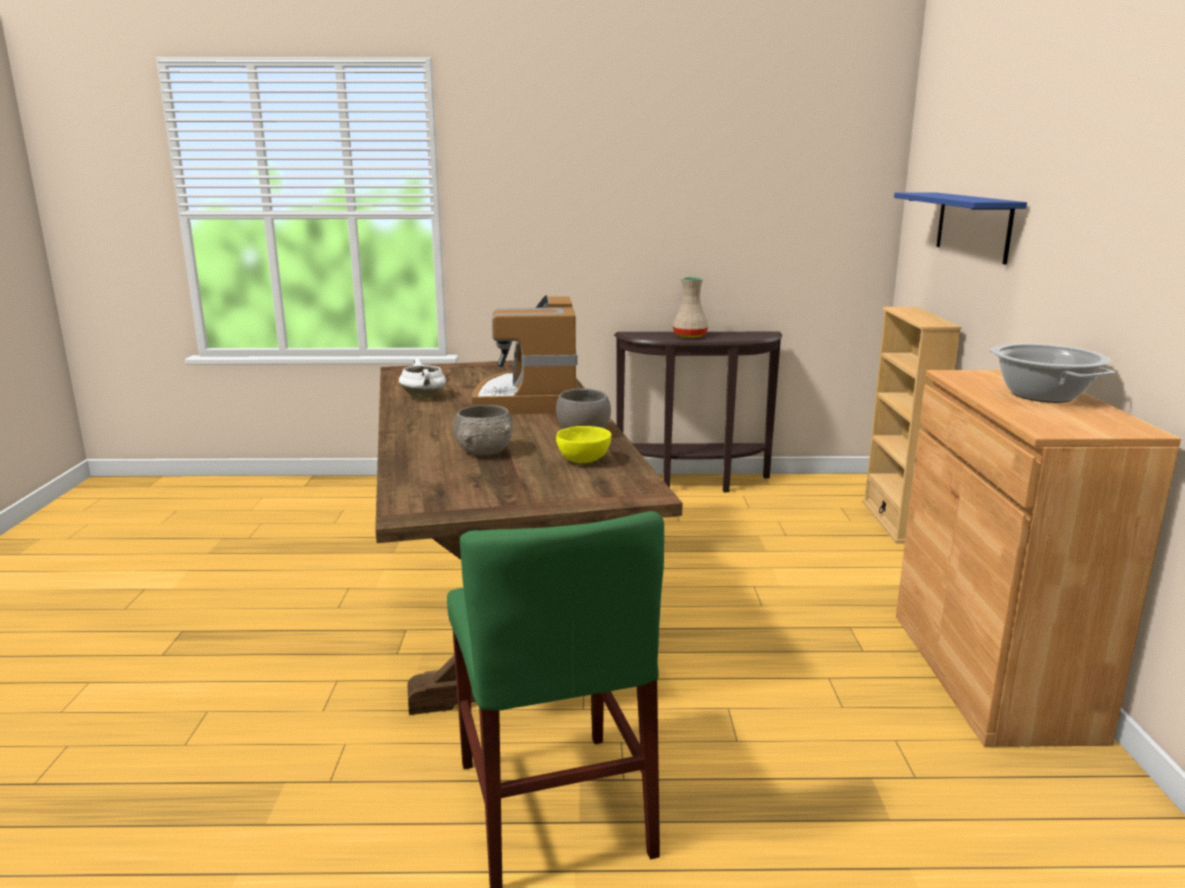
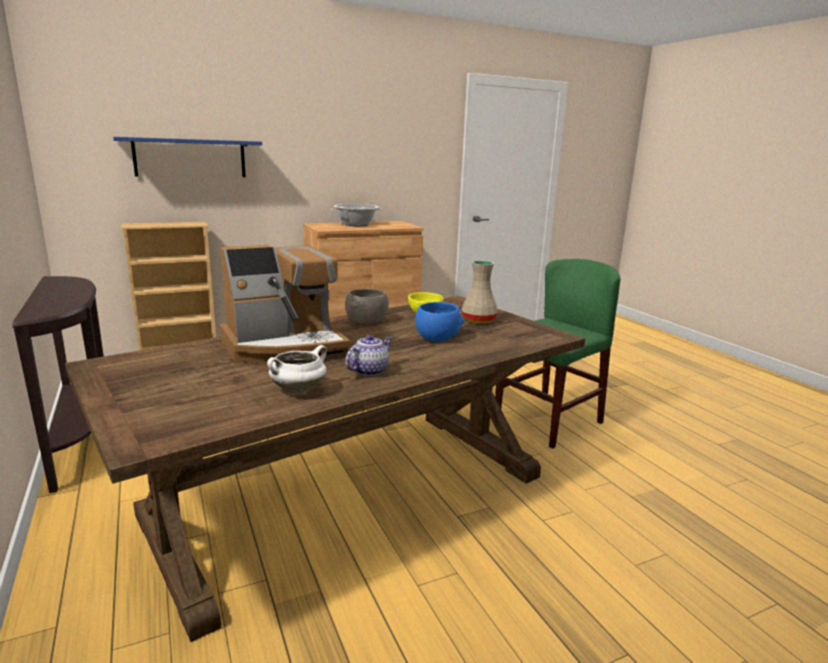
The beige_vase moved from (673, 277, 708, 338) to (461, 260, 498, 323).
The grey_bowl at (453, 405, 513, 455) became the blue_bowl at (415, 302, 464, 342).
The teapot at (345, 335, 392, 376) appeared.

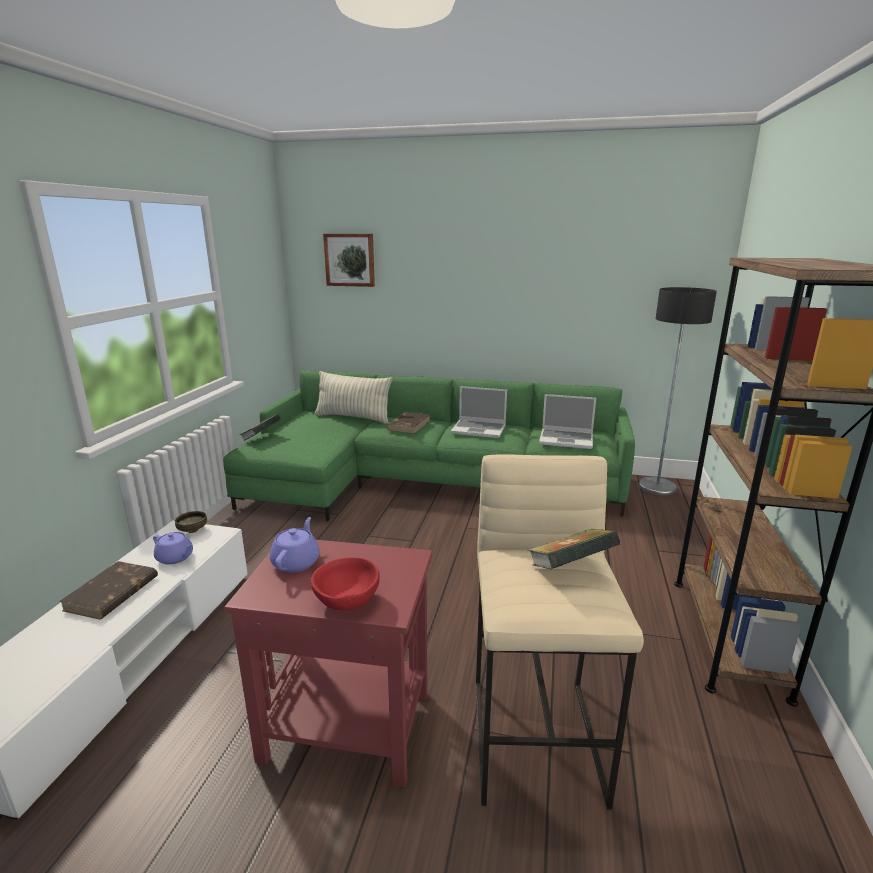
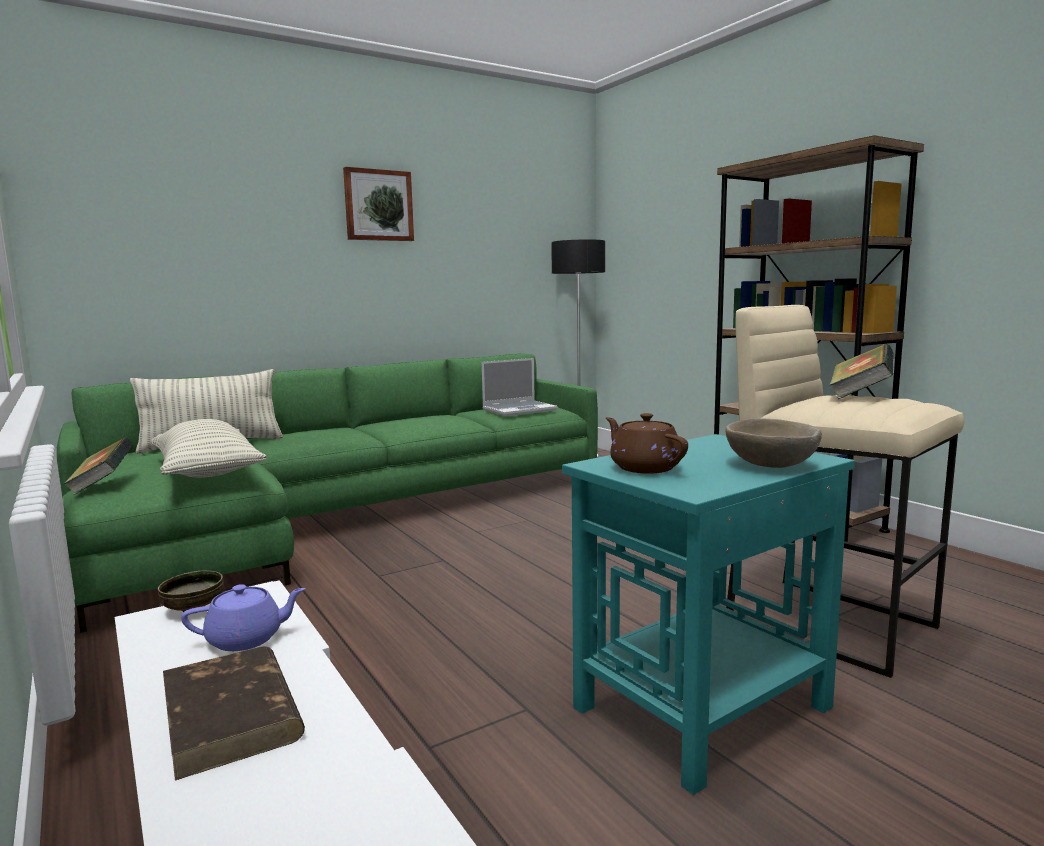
The picture moved from (323, 234, 375, 287) to (343, 167, 414, 241).
The laptop at (451, 386, 507, 438) disappeared.
The brown_book at (386, 412, 430, 434) disappeared.
The purple_teapot at (270, 517, 320, 572) became the brown_teapot at (606, 413, 688, 474).
The red_side_table at (224, 540, 432, 788) became the turquoise_side_table at (562, 434, 855, 795).
The red_bowl at (311, 557, 380, 610) became the beige_bowl at (726, 418, 822, 468).
The pillow at (151, 419, 267, 478) appeared.

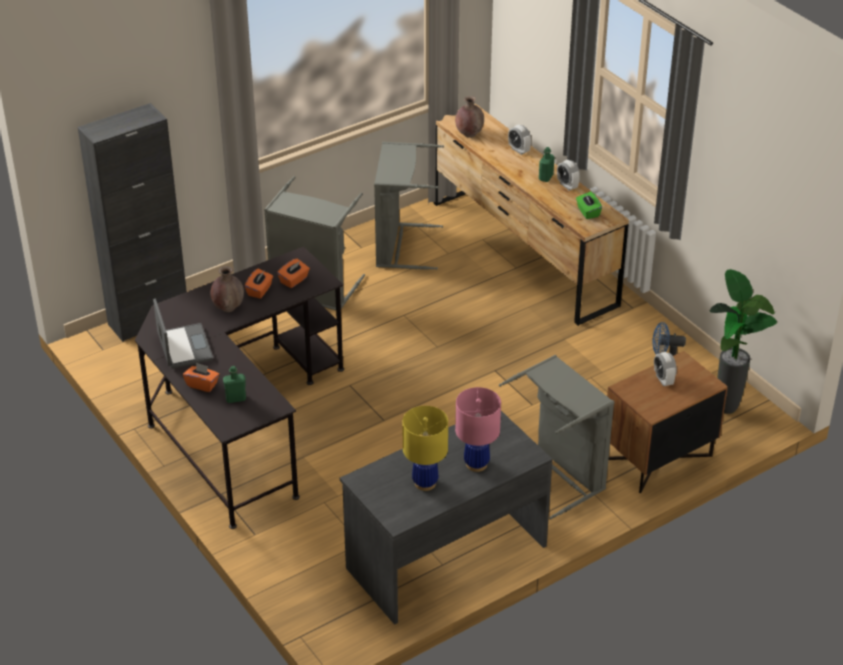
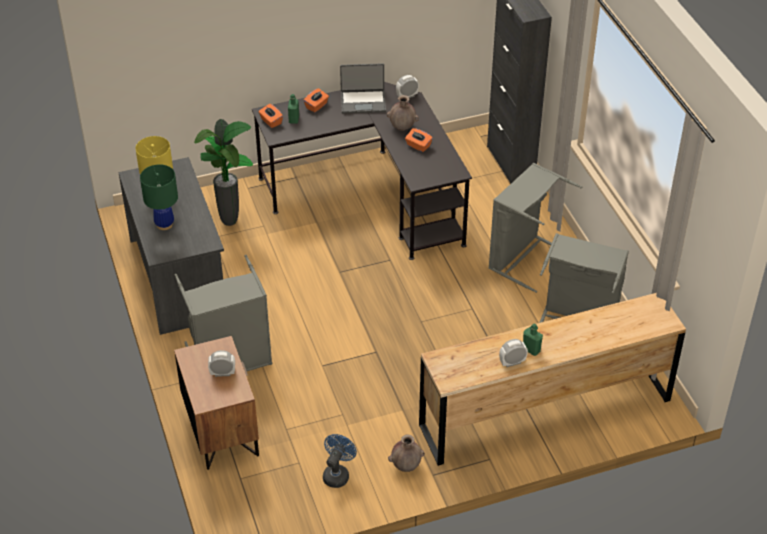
The brown_vase moved from (455, 96, 484, 138) to (388, 434, 425, 472).
The alarm_clock moved from (508, 125, 531, 155) to (396, 75, 419, 98).
The green_tissue_box at (576, 191, 602, 219) disappeared.
The orange_tissue_box moved from (277, 259, 309, 288) to (259, 104, 283, 128).
The potted_plant moved from (710, 269, 777, 414) to (194, 119, 253, 226).
The pink_table_lamp at (455, 387, 501, 472) became the green_table_lamp at (140, 164, 178, 230).

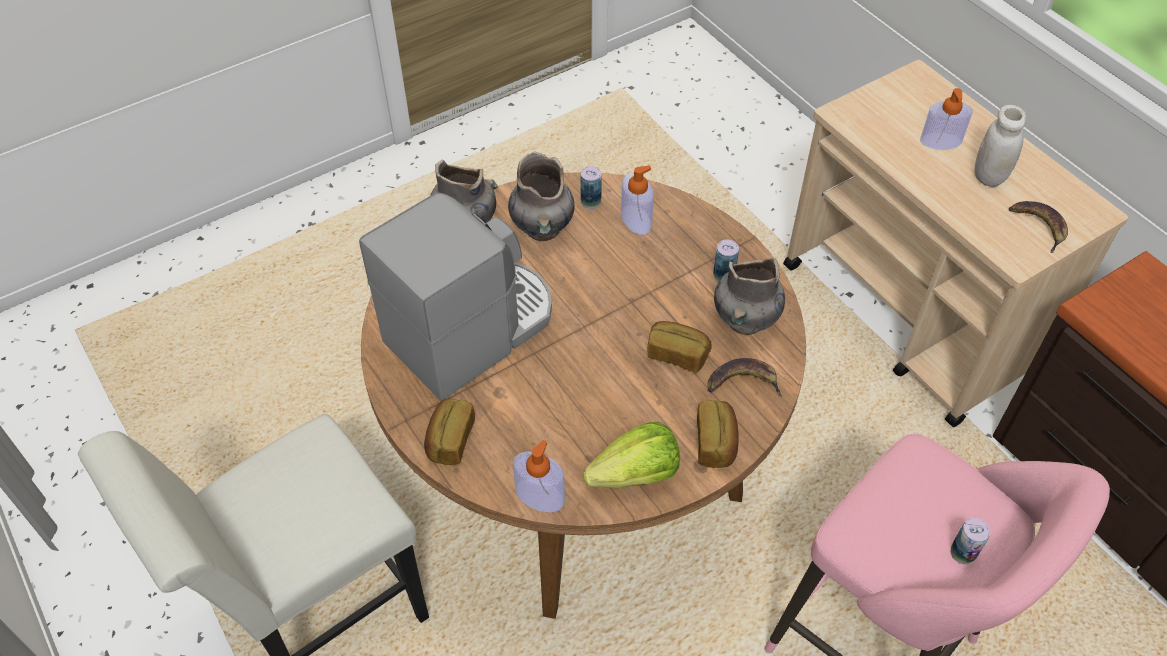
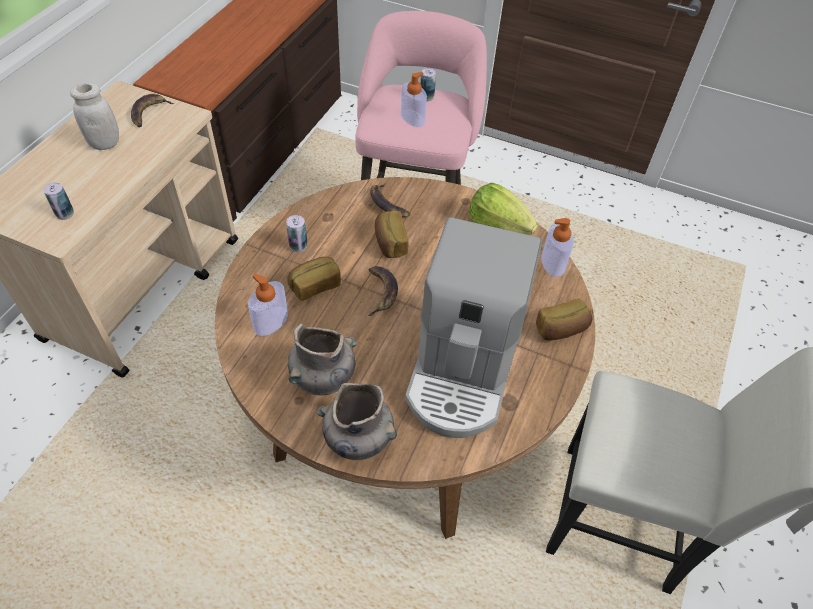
The soap_dispenser moved from (920, 88, 973, 150) to (401, 72, 427, 127).
The can moved from (580, 166, 602, 209) to (43, 182, 74, 220).
The coffee_machine at (359, 193, 552, 400) turned 90 degrees counterclockwise.
The grey_vase at (714, 258, 785, 335) disappeared.
The bread moved from (697, 400, 739, 468) to (287, 257, 341, 301).
The banana at (368, 266, 398, 316) appeared.

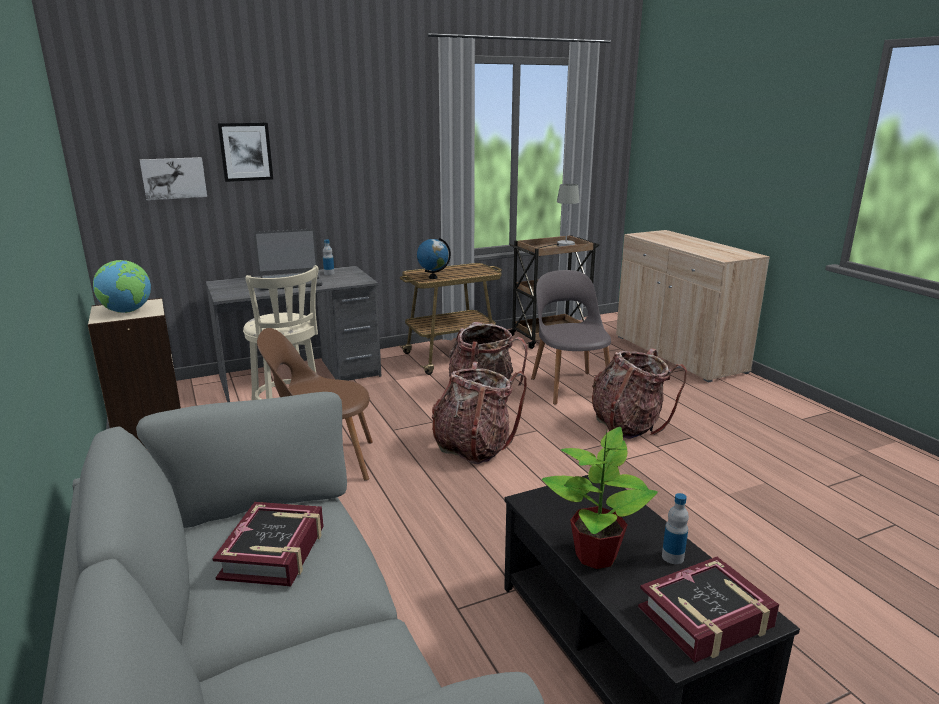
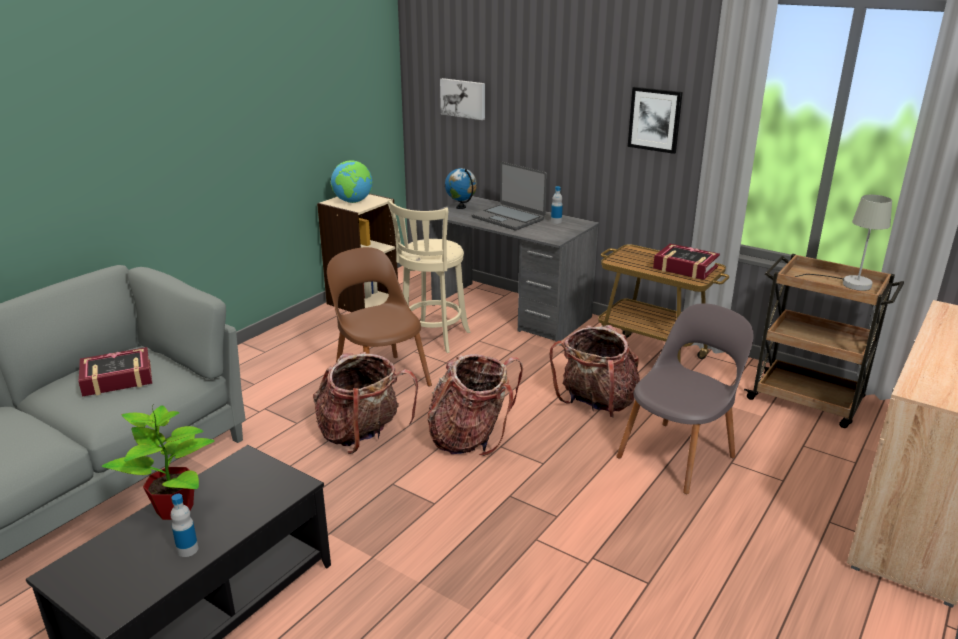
The picture moved from (218, 123, 273, 182) to (628, 87, 683, 154).
The globe moved from (417, 238, 451, 279) to (445, 168, 477, 209).
The backpack moved from (592, 348, 687, 439) to (313, 352, 418, 454).
The book moved from (638, 557, 779, 663) to (653, 244, 720, 280).

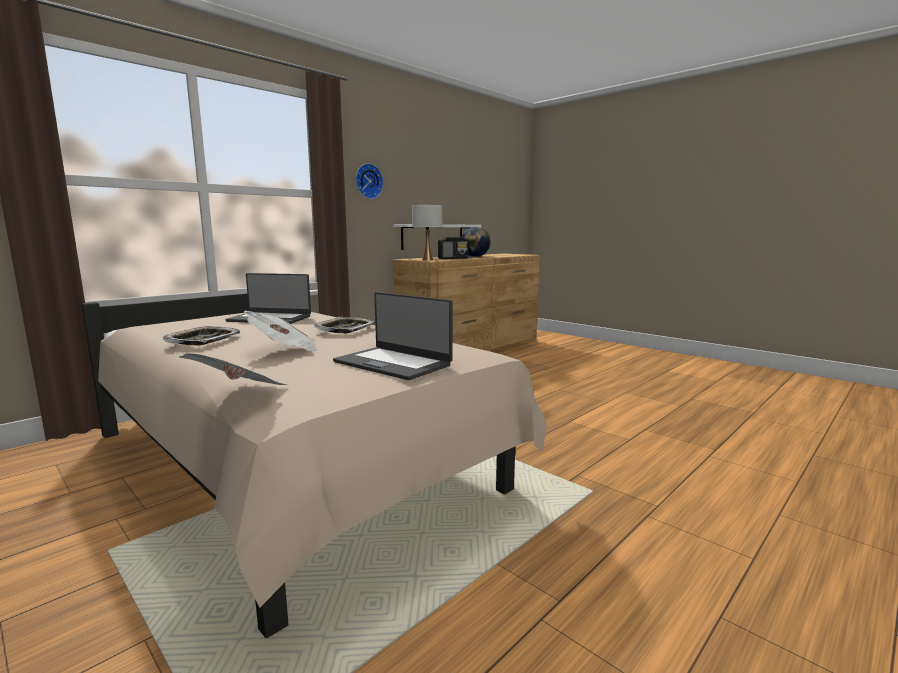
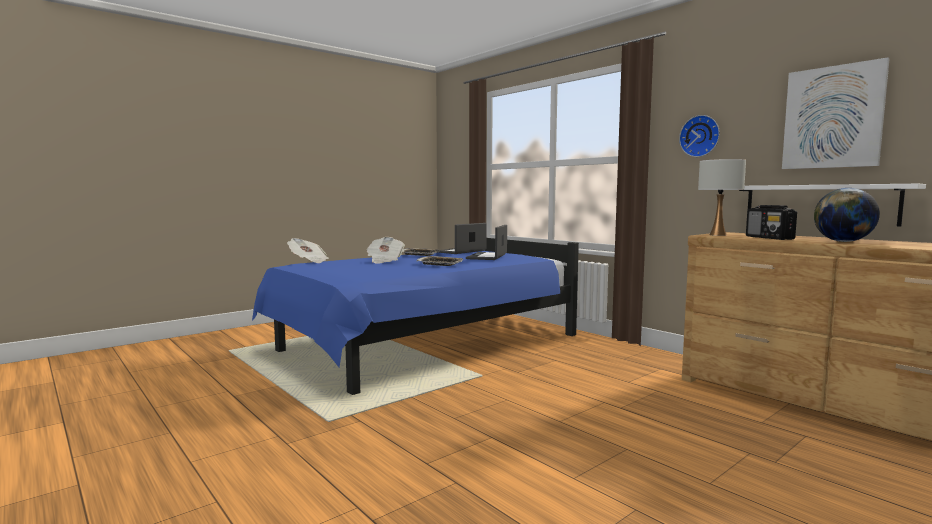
The laptop moved from (333, 292, 453, 380) to (438, 223, 487, 254).
The beige_bed at (81, 293, 547, 638) became the blue_bed at (252, 238, 579, 395).
The picture at (782, 57, 890, 169) appeared.

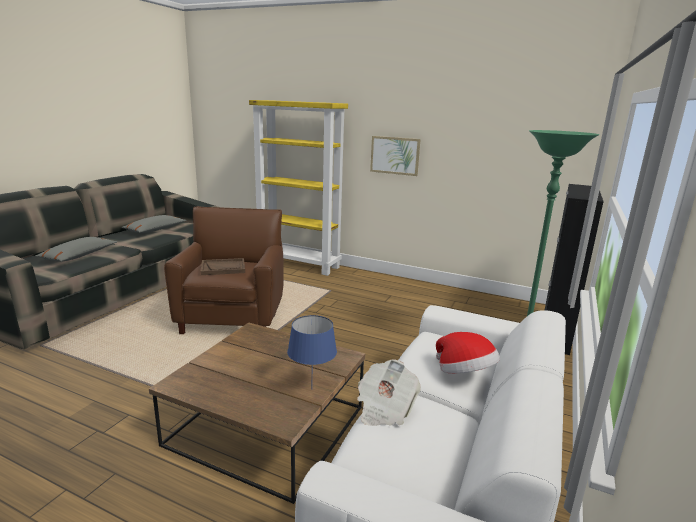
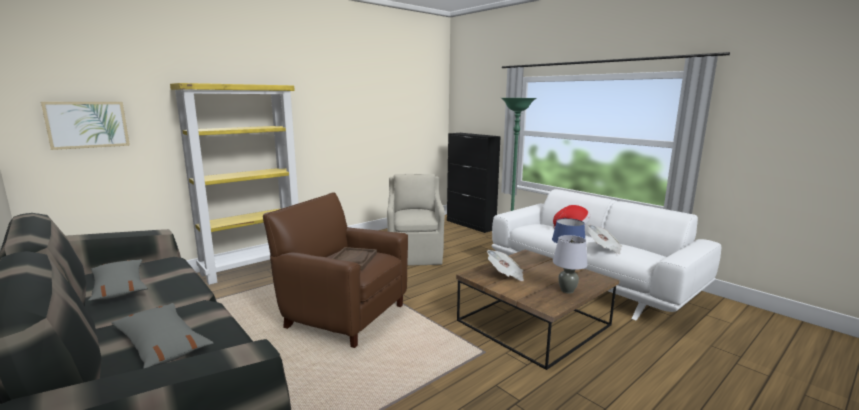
The picture moved from (370, 136, 421, 176) to (41, 102, 130, 150).
The beige_armchair at (387, 174, 445, 266) appeared.
The grey_table_lamp at (553, 235, 588, 294) appeared.
The newspaper at (487, 250, 524, 281) appeared.

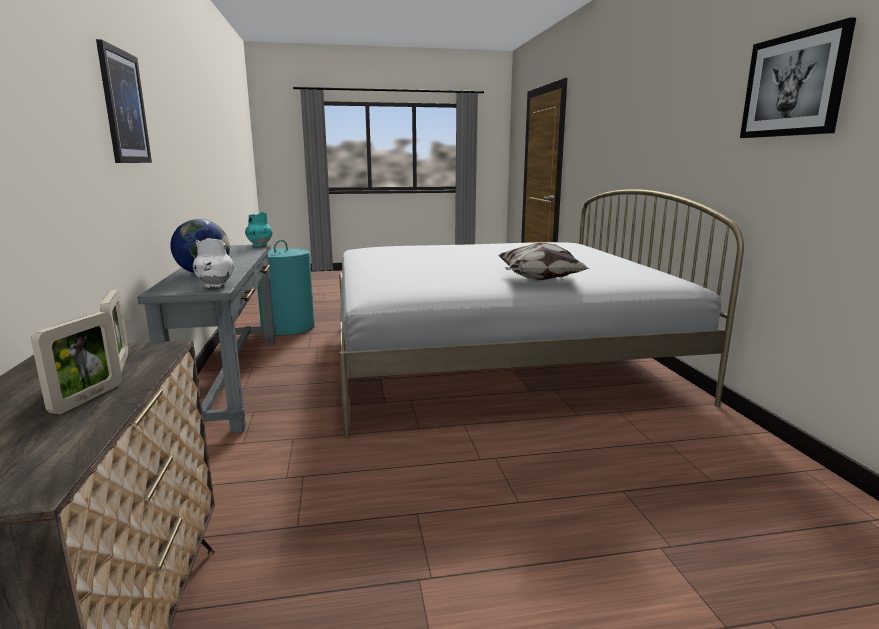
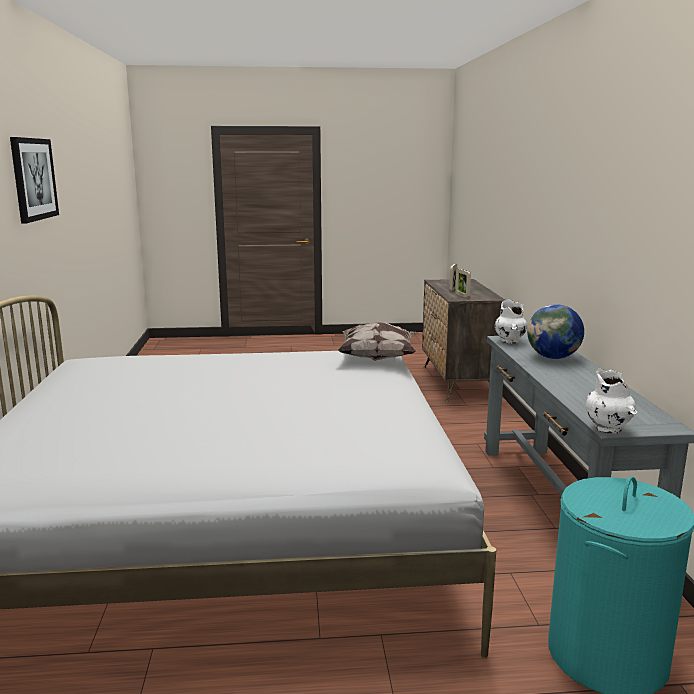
The picture at (96, 39, 152, 163) disappeared.
The turquoise_vase at (245, 212, 272, 247) became the white_vase at (586, 368, 638, 434).
The pillow moved from (498, 242, 590, 280) to (338, 322, 417, 361).

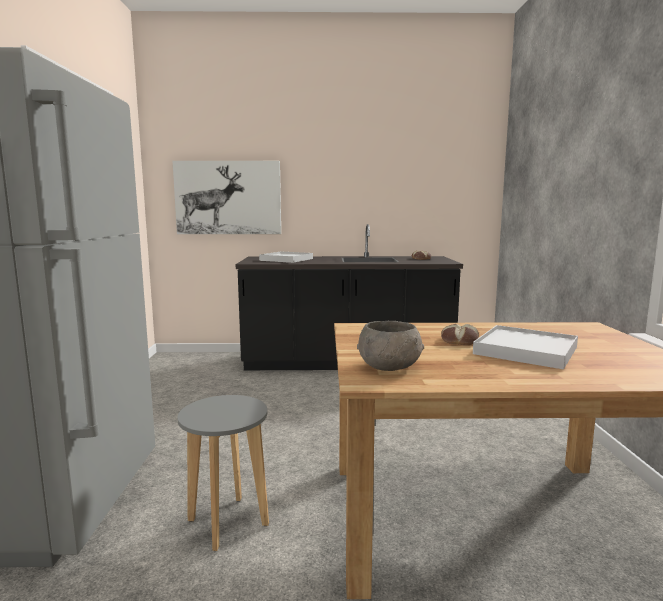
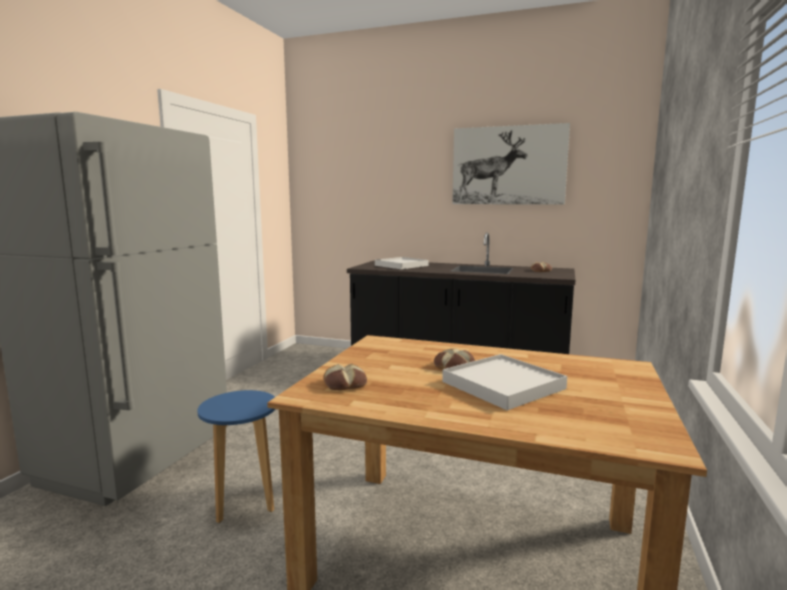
The picture moved from (173, 161, 281, 234) to (452, 123, 570, 205).
The grey_bowl at (357, 321, 424, 371) was replaced by the bread at (323, 364, 367, 390).
The grey_stool at (177, 395, 269, 551) became the blue_stool at (197, 390, 275, 523).

